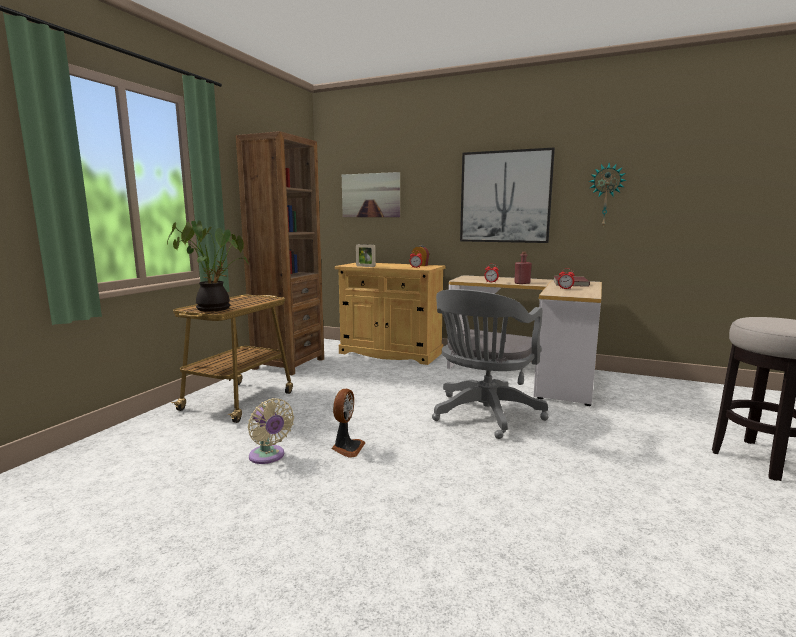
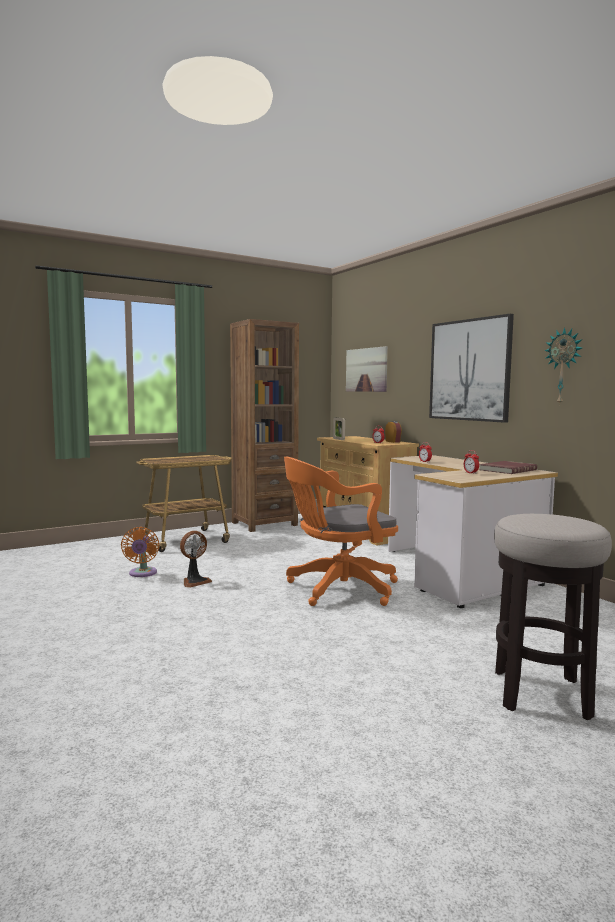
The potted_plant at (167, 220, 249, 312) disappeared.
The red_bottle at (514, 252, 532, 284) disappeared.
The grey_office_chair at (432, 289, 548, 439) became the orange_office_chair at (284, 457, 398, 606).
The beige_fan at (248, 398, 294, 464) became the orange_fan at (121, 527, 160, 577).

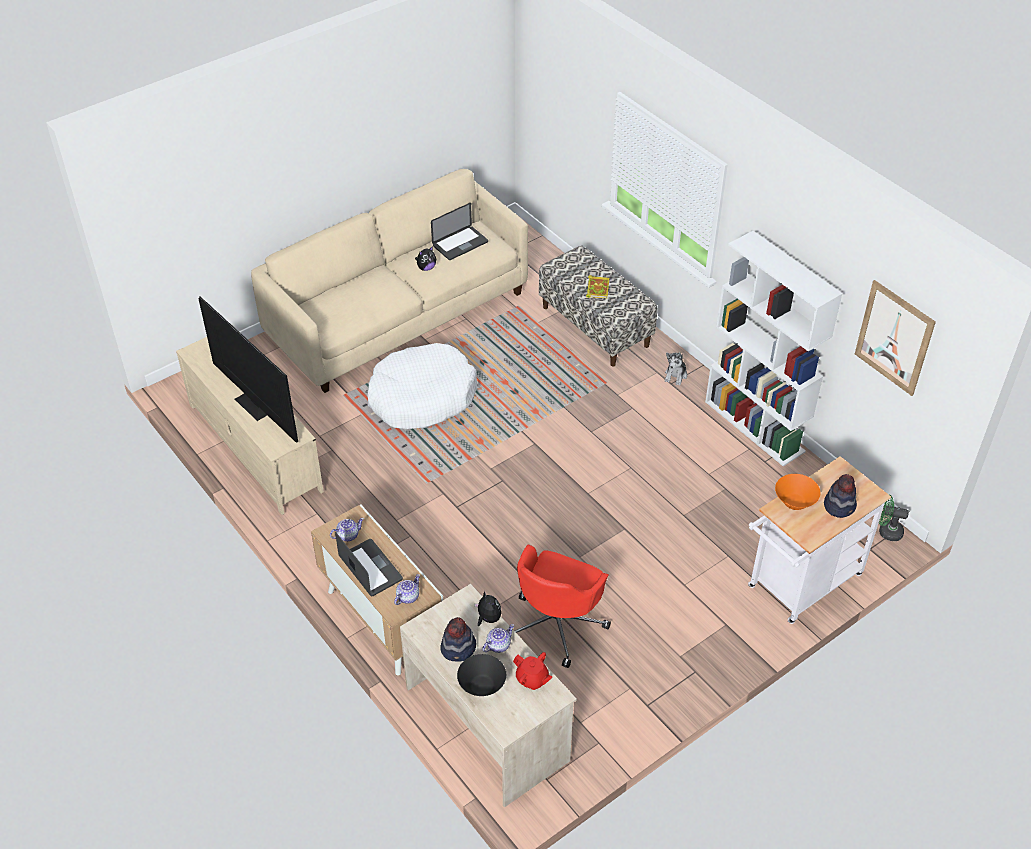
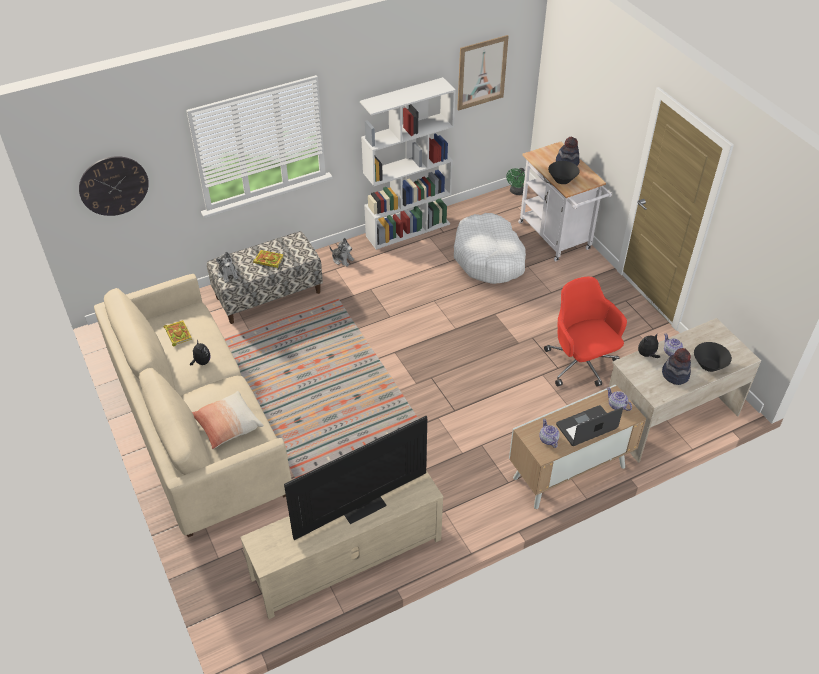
The laptop at (431, 203, 488, 260) was replaced by the book at (164, 320, 192, 346).
The white_dog_bed moved from (367, 343, 477, 429) to (454, 213, 526, 284).
The orange_bowl at (775, 474, 820, 510) became the black_bowl at (548, 161, 579, 184).
The red_office_chair at (515, 545, 611, 668) turned 150 degrees counterclockwise.
The red_teapot at (513, 652, 552, 690) disappeared.
The wall_clock at (79, 156, 149, 216) appeared.
The plush_toy at (216, 252, 239, 283) appeared.
The pillow at (192, 391, 264, 449) appeared.

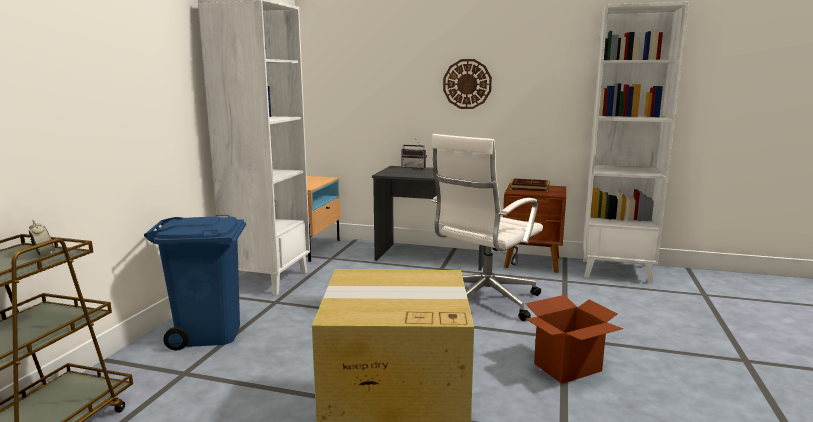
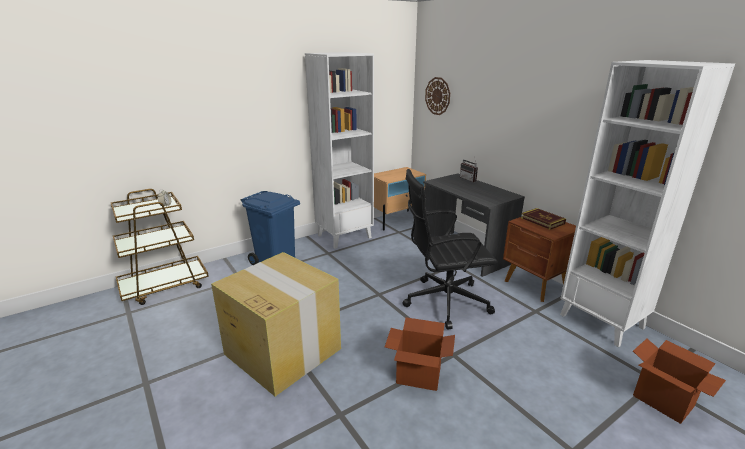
The wall_clock moved from (443, 59, 492, 109) to (425, 77, 450, 115).
The white_office_chair at (431, 134, 543, 321) became the black_office_chair at (402, 169, 497, 329).
The cardboard_box at (633, 339, 726, 424) appeared.

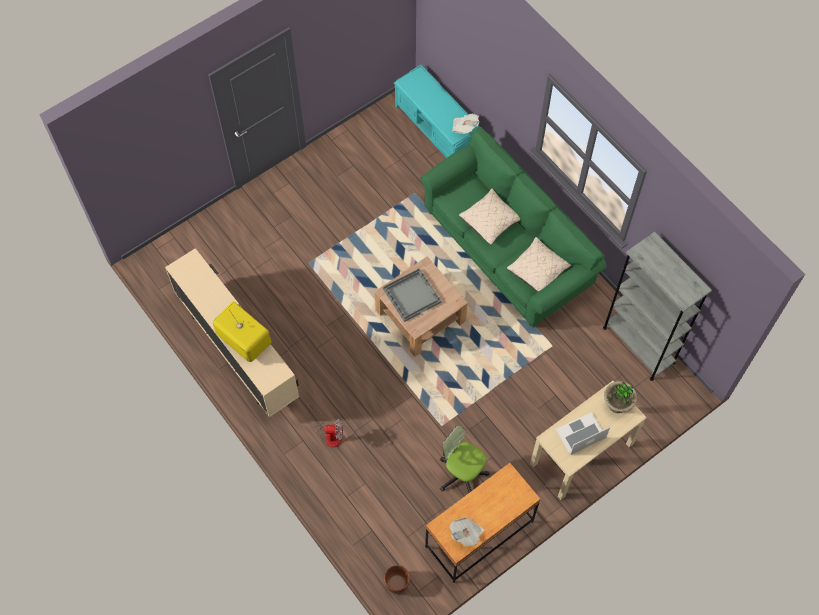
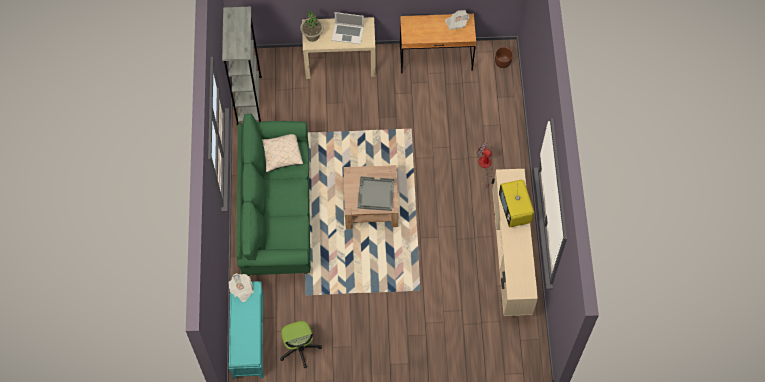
The beige_pillow at (459, 189, 520, 246) disappeared.
The office_chair moved from (440, 425, 490, 493) to (280, 321, 322, 368).

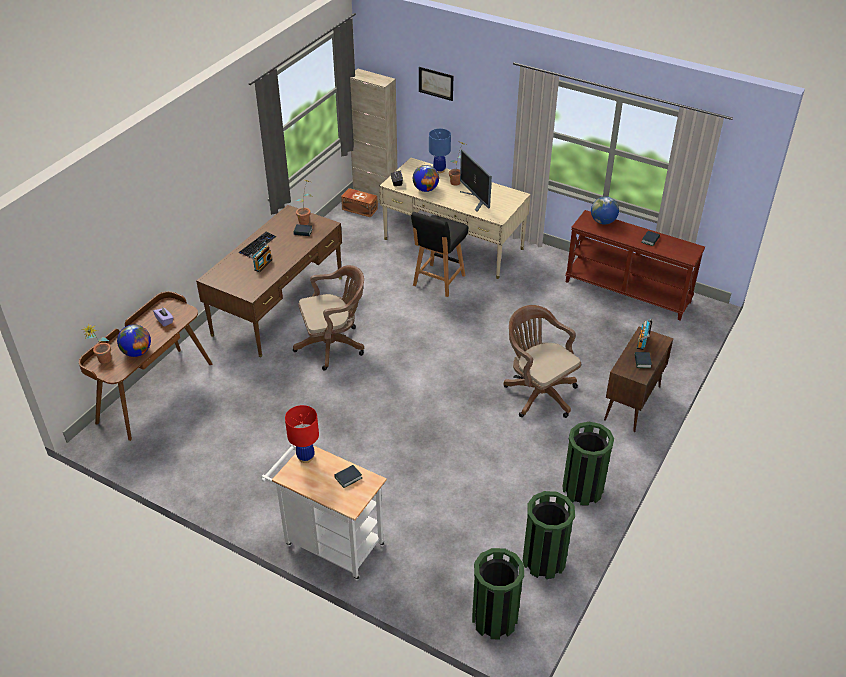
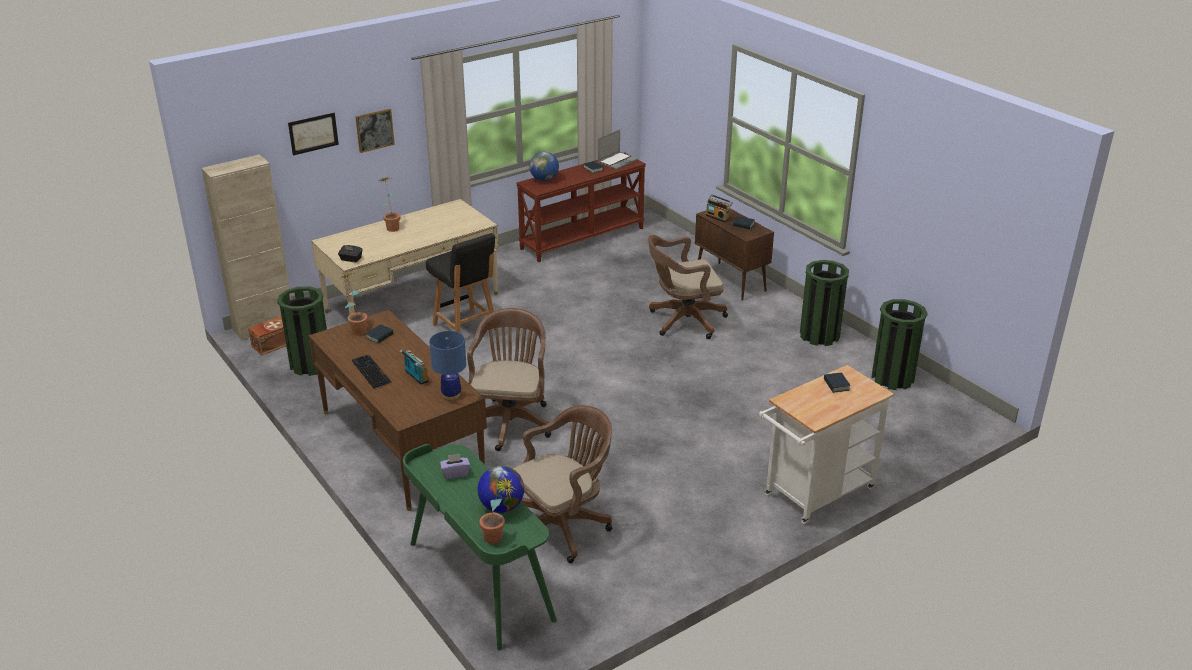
The blue_table_lamp moved from (429, 129, 451, 173) to (429, 331, 466, 400).
The monitor at (460, 149, 492, 212) disappeared.
The globe at (413, 165, 439, 192) disappeared.
The brown_desk at (79, 291, 213, 441) became the green_desk at (403, 444, 557, 651).
The red_table_lamp at (285, 405, 319, 463) disappeared.
The green_trash_can moved from (472, 548, 524, 640) to (277, 286, 327, 376).
The picture at (356, 109, 395, 153) appeared.
The laptop at (598, 129, 638, 170) appeared.
The brown_office_chair at (513, 405, 612, 563) appeared.

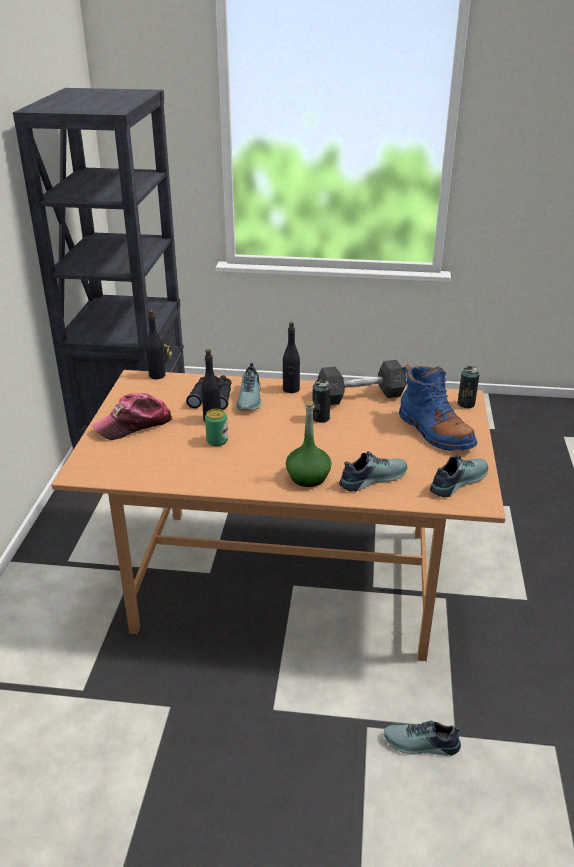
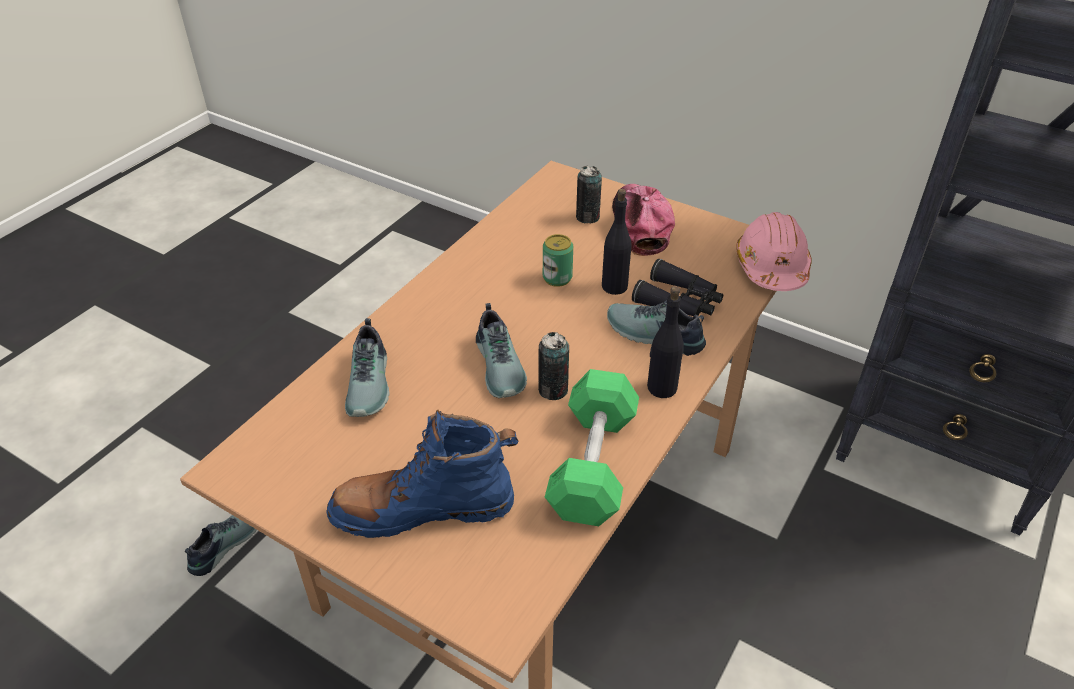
The black_bottle at (146, 310, 165, 379) was replaced by the pink_hard_hat at (736, 212, 812, 291).
The grey_dumbbell at (317, 360, 407, 405) became the green_dumbbell at (545, 369, 639, 526).
The can moved from (458, 366, 479, 408) to (576, 166, 602, 223).
The green_bottle at (286, 401, 331, 487) disappeared.
The shoe moved from (430, 455, 488, 497) to (476, 303, 527, 398).

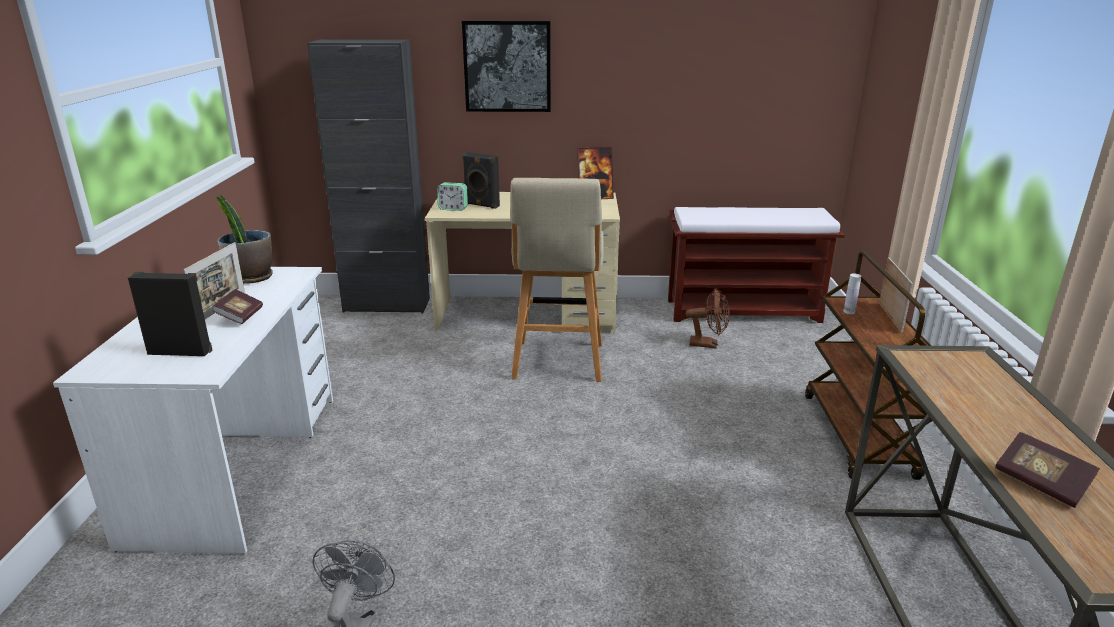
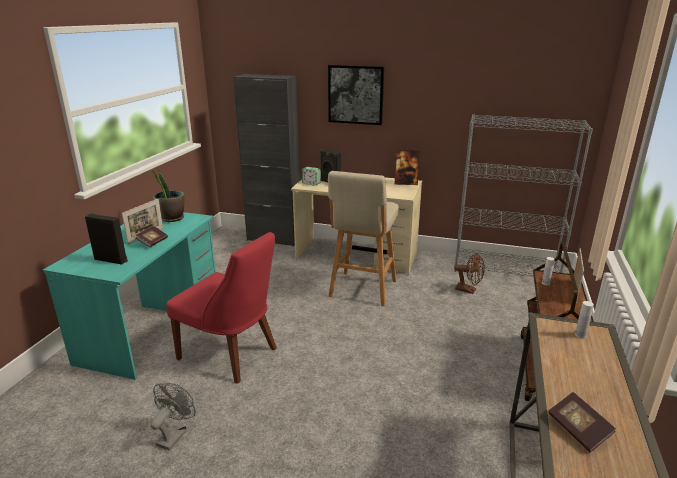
The brown_bench at (668, 207, 845, 323) was replaced by the grey_bookcase at (454, 114, 593, 277).
The white_desk at (53, 267, 333, 554) became the turquoise_desk at (43, 212, 216, 380).
The red_chair at (166, 232, 277, 384) appeared.
The white_bottle at (575, 301, 594, 339) appeared.

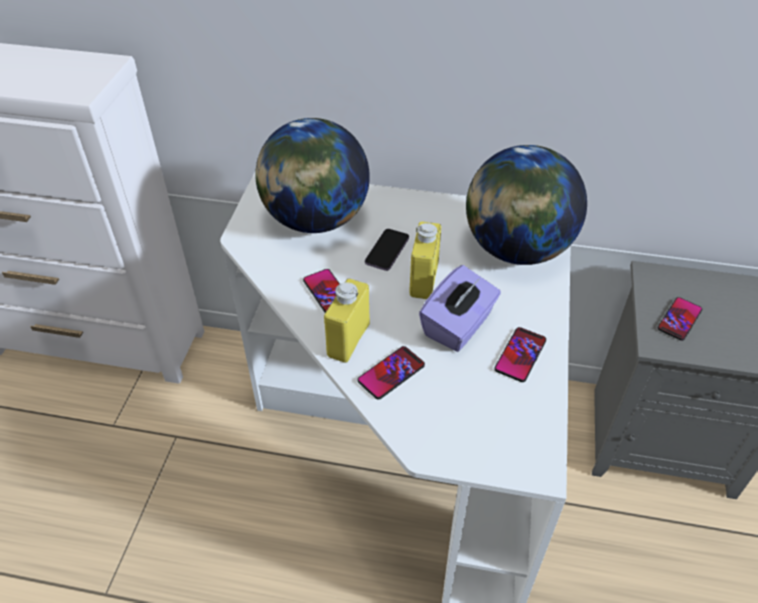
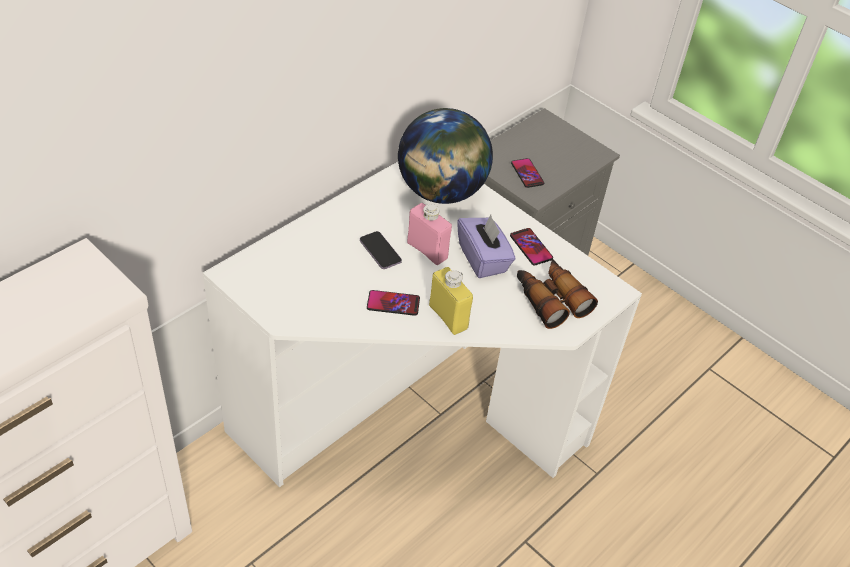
The globe at (255, 118, 370, 233) disappeared.
The yellow_bottle at (409, 222, 441, 299) became the pink_bottle at (407, 203, 452, 265).
The phone at (357, 346, 425, 400) disappeared.
The binoculars at (517, 259, 598, 329) appeared.

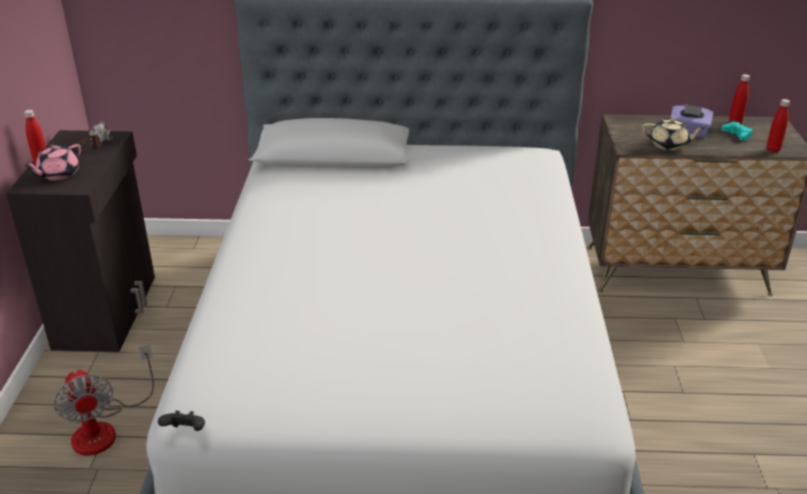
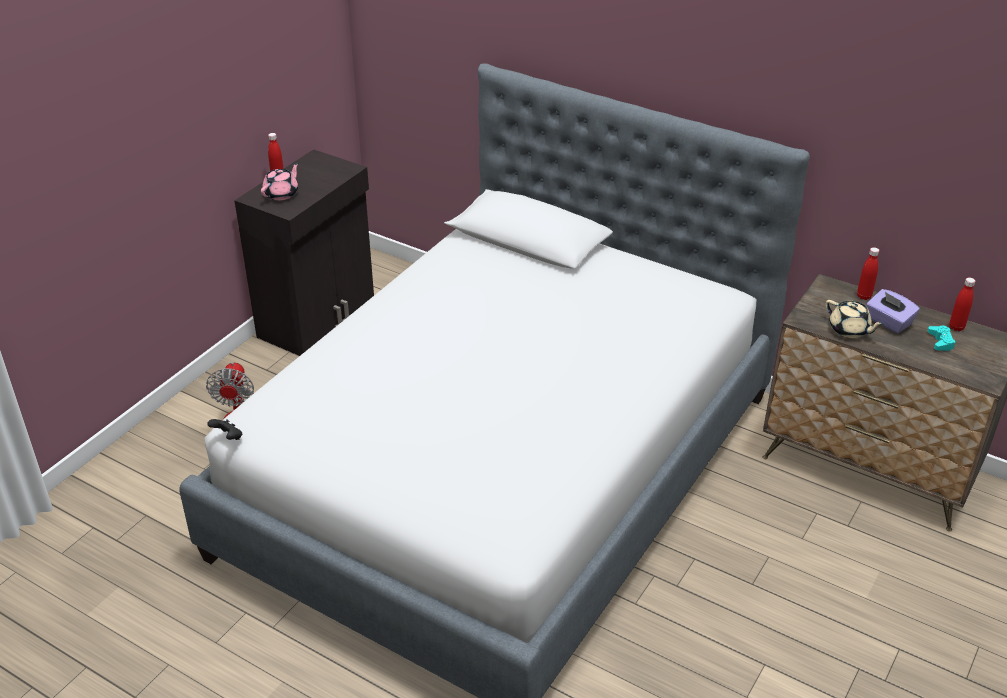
The red_bottle moved from (766, 99, 790, 152) to (857, 247, 879, 300).
The photo_camera at (76, 122, 113, 151) disappeared.
The pink_teapot at (25, 144, 81, 180) turned 150 degrees clockwise.

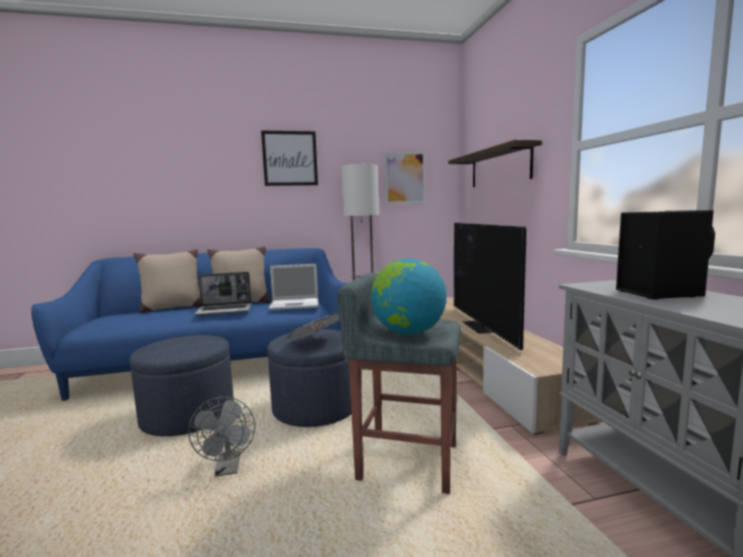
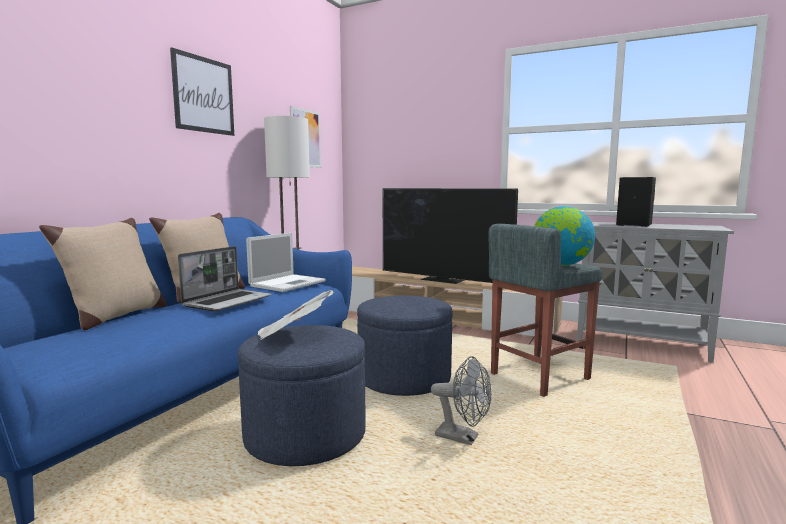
The shelf at (448, 140, 542, 187) disappeared.
The newspaper moved from (285, 314, 340, 340) to (258, 290, 333, 340).

